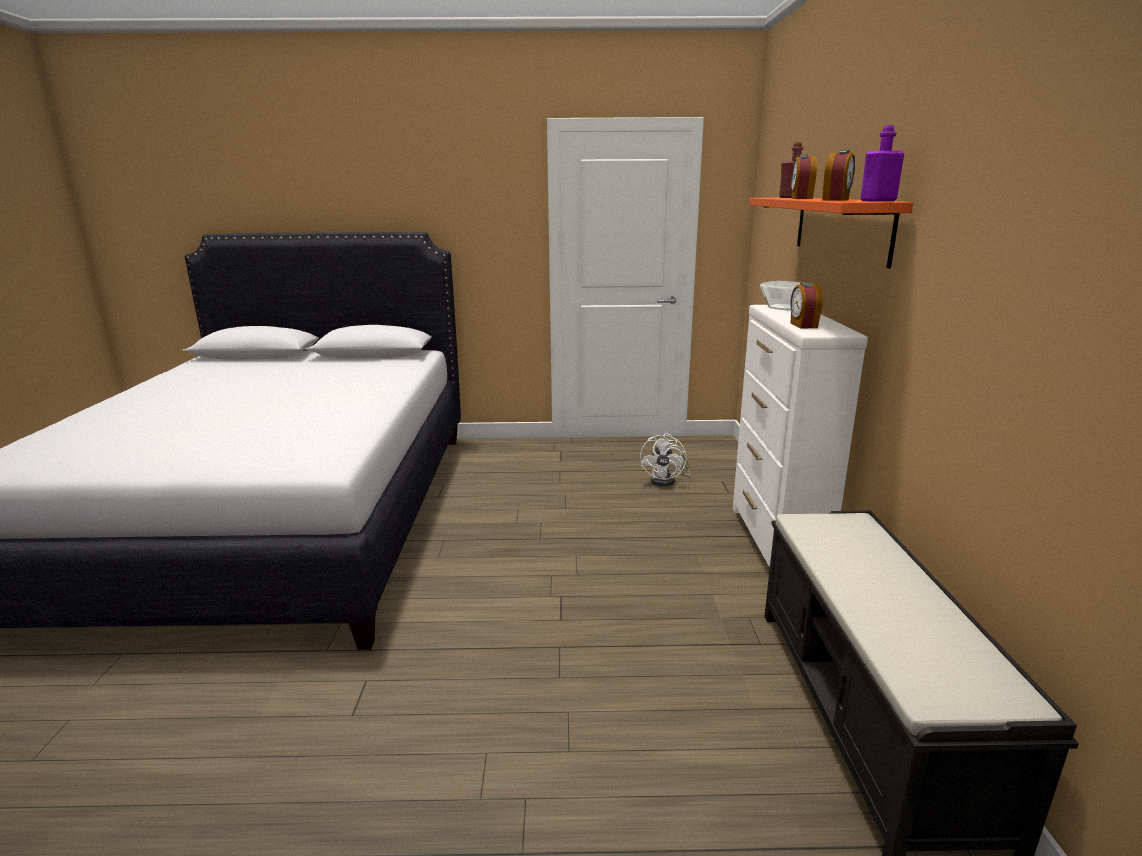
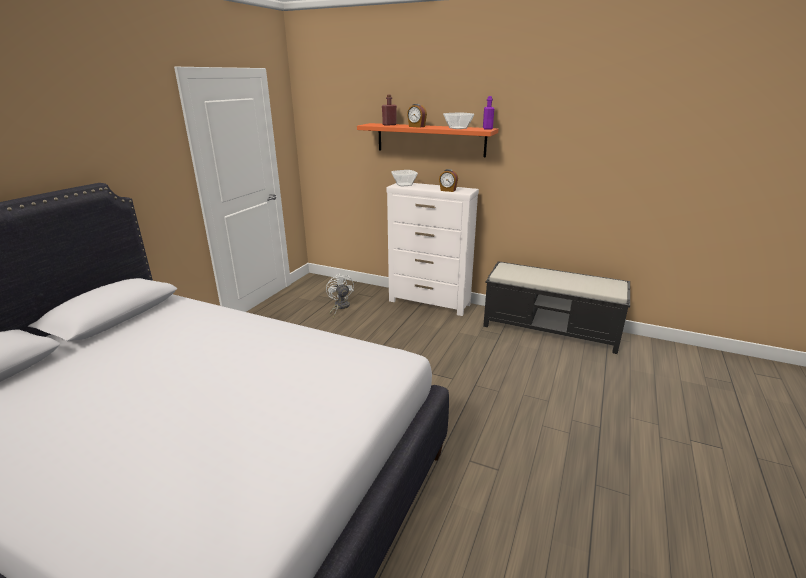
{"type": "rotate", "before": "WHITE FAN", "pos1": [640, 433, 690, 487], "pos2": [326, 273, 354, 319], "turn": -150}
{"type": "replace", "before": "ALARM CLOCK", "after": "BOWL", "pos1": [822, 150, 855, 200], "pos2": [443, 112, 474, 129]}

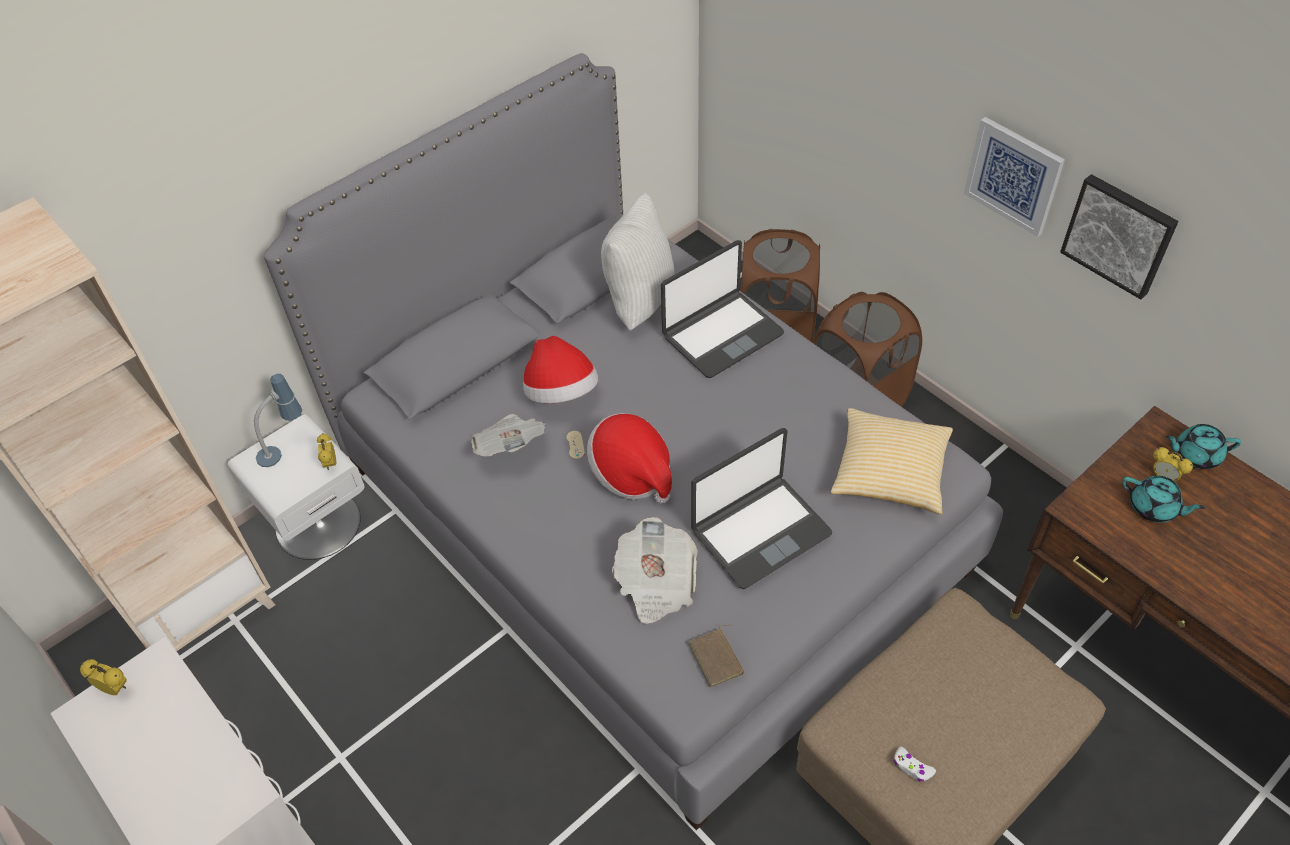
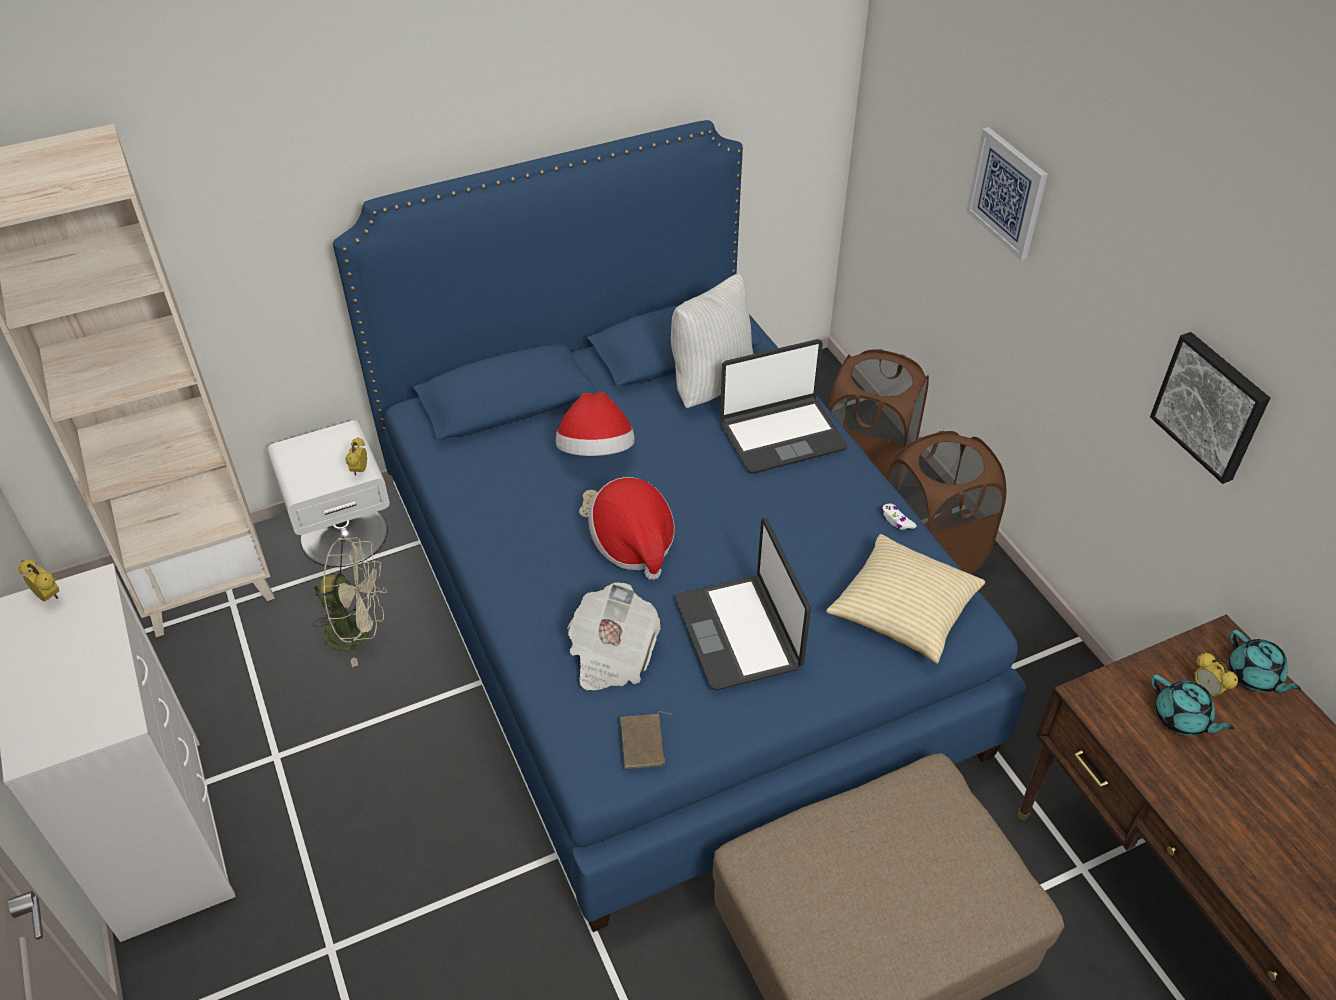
{"type": "delete", "before": "TABLE LAMP", "pos1": [254, 374, 302, 467]}
{"type": "recolor", "before": "GREY BED", "after": "BLUE BED", "pos1": [264, 53, 1003, 830], "pos2": [333, 120, 1027, 932]}
{"type": "delete", "before": "NEWSPAPER", "pos1": [471, 414, 545, 456]}
{"type": "rotate", "before": "LAPTOP", "pos1": [691, 428, 832, 589], "pos2": [676, 518, 811, 690], "turn": 90}
{"type": "move", "before": "WHITE GAME CONTROLLER", "pos1": [894, 747, 936, 782], "pos2": [881, 504, 917, 530]}
{"type": "move", "before": "PICTURE", "pos1": [964, 117, 1065, 237], "pos2": [966, 127, 1048, 260]}
{"type": "rotate", "before": "TURQUOISE TEAPOT", "pos1": [1166, 424, 1241, 469], "pos2": [1229, 630, 1301, 693], "turn": -135}
{"type": "insert", "after": "BEIGE FAN", "pos2": [313, 537, 387, 667]}

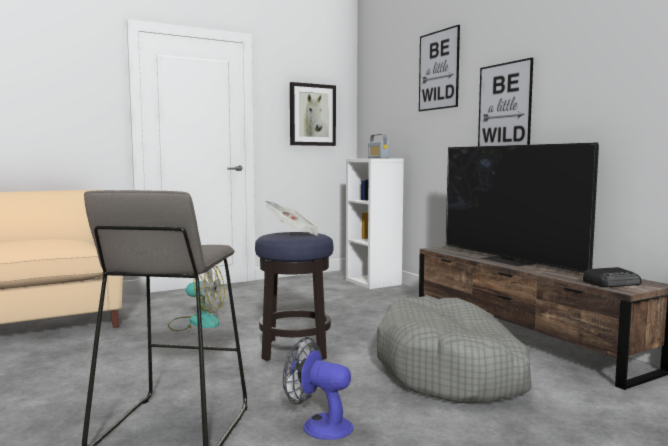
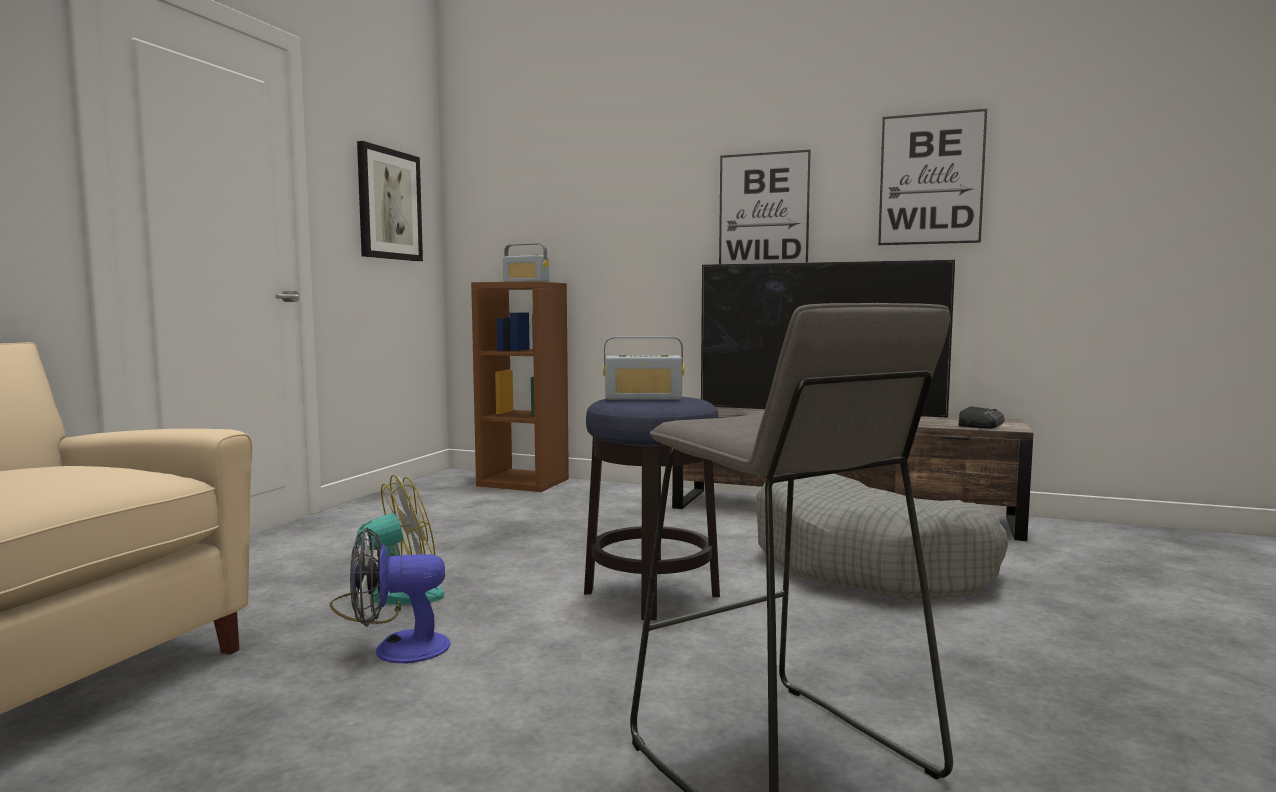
{"type": "replace", "before": "NEWSPAPER", "after": "RADIO", "pos1": [265, 201, 318, 236], "pos2": [603, 337, 684, 400]}
{"type": "move", "before": "FAN", "pos1": [283, 337, 353, 440], "pos2": [350, 527, 450, 663]}
{"type": "recolor", "before": "WHITE BOOKCASE", "after": "BROWN BOOKCASE", "pos1": [346, 158, 404, 289], "pos2": [471, 281, 569, 492]}
{"type": "move", "before": "PICTURE", "pos1": [419, 25, 460, 111], "pos2": [878, 109, 987, 245]}

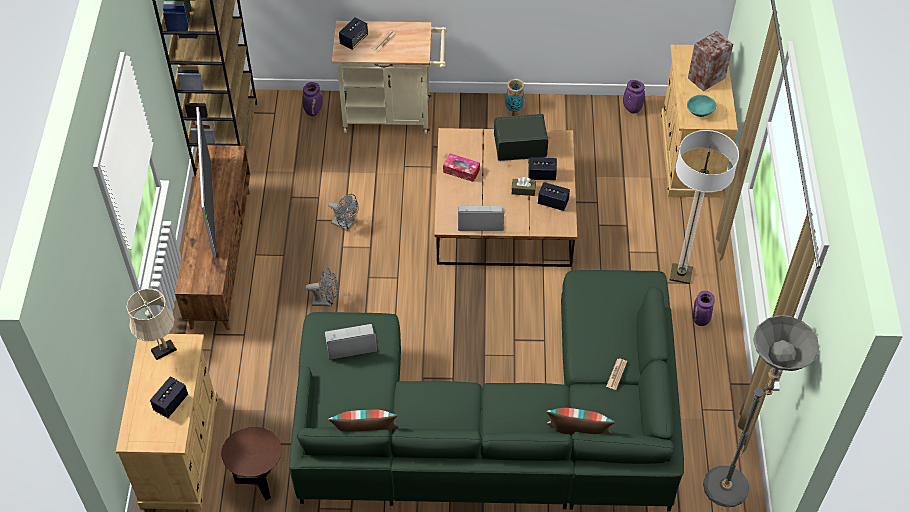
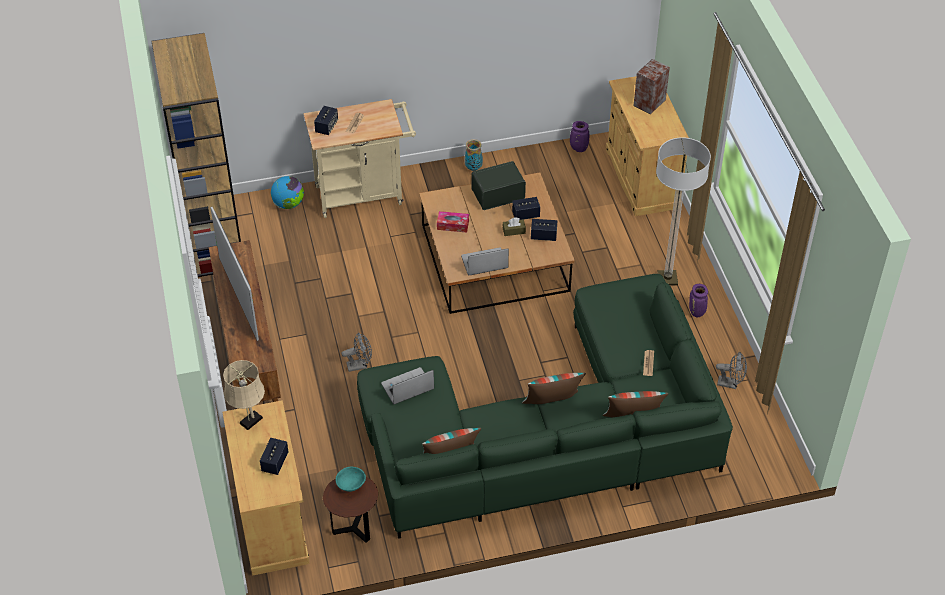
{"type": "replace", "before": "PURPLE VASE", "after": "GLOBE", "pos1": [303, 82, 323, 116], "pos2": [271, 176, 304, 209]}
{"type": "move", "before": "GREY FAN", "pos1": [328, 194, 359, 231], "pos2": [716, 352, 747, 389]}
{"type": "move", "before": "TURQUOISE BOWL", "pos1": [687, 95, 716, 117], "pos2": [336, 467, 366, 492]}
{"type": "delete", "before": "GREY FLOOR LAMP", "pos1": [703, 315, 819, 507]}
{"type": "insert", "after": "PILLOW", "pos2": [522, 373, 586, 404]}

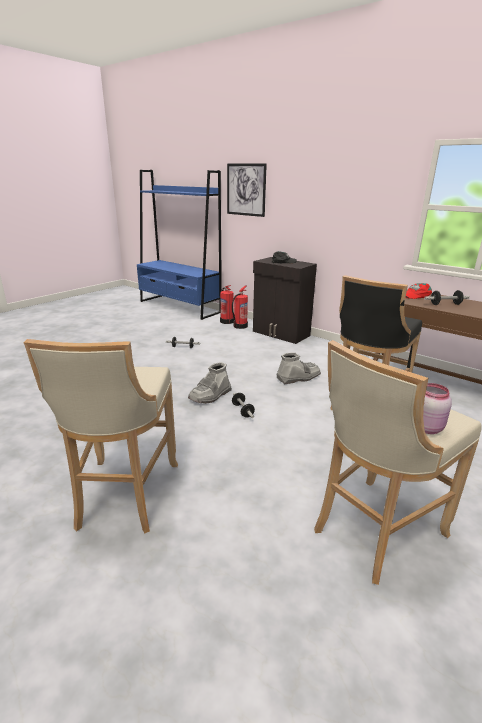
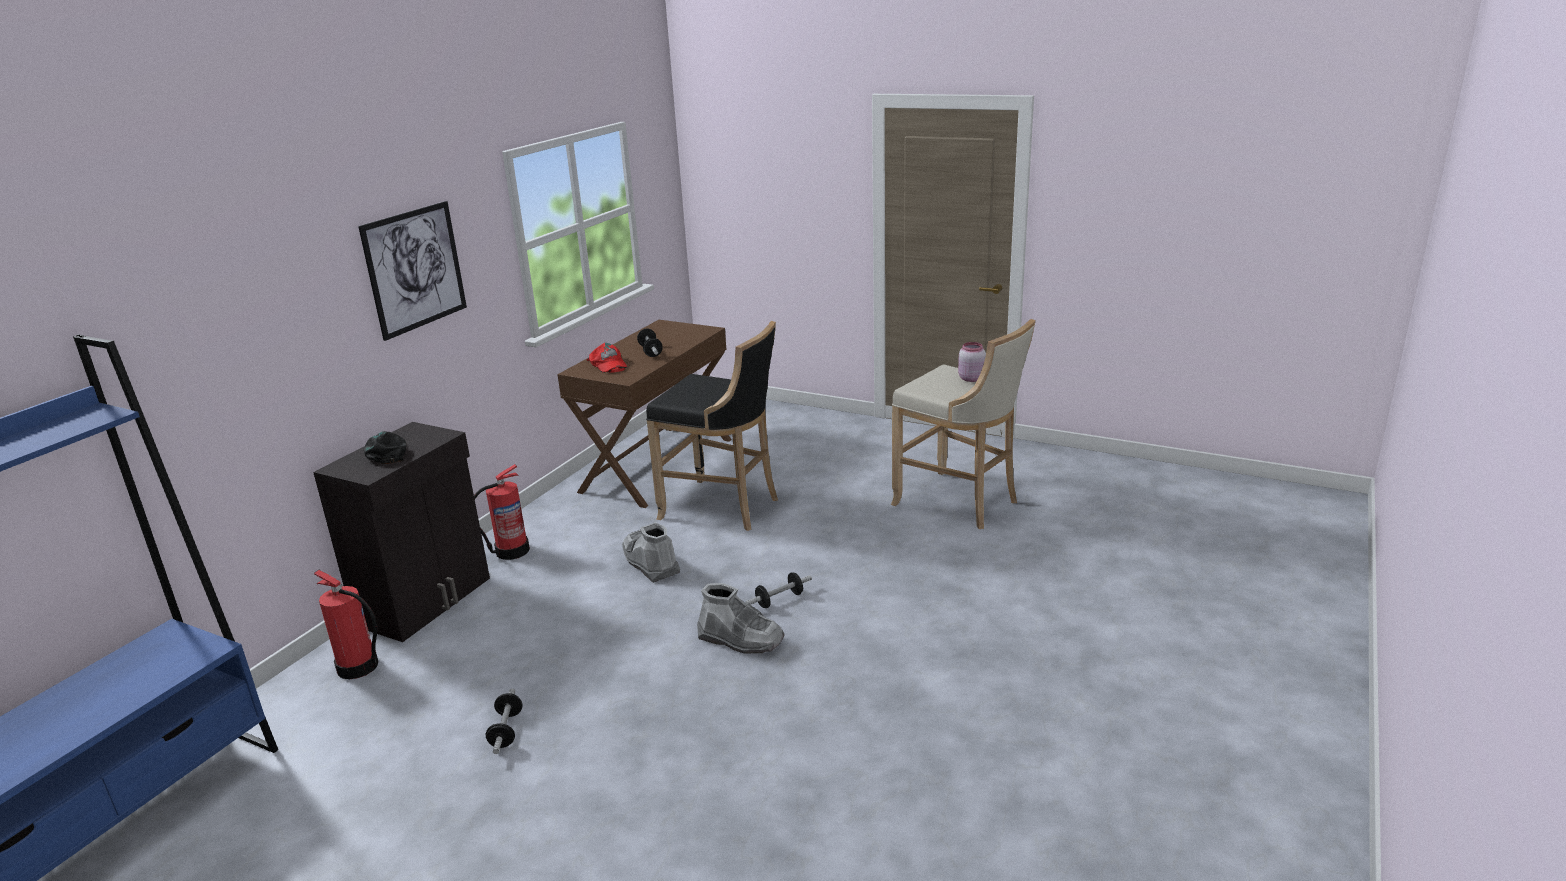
{"type": "delete", "before": "BEIGE STOOL", "pos1": [24, 339, 178, 533]}
{"type": "move", "before": "FIRE EXTINGUISHER", "pos1": [220, 285, 234, 324], "pos2": [474, 464, 530, 560]}
{"type": "move", "before": "PICTURE", "pos1": [227, 163, 267, 217], "pos2": [358, 201, 467, 341]}

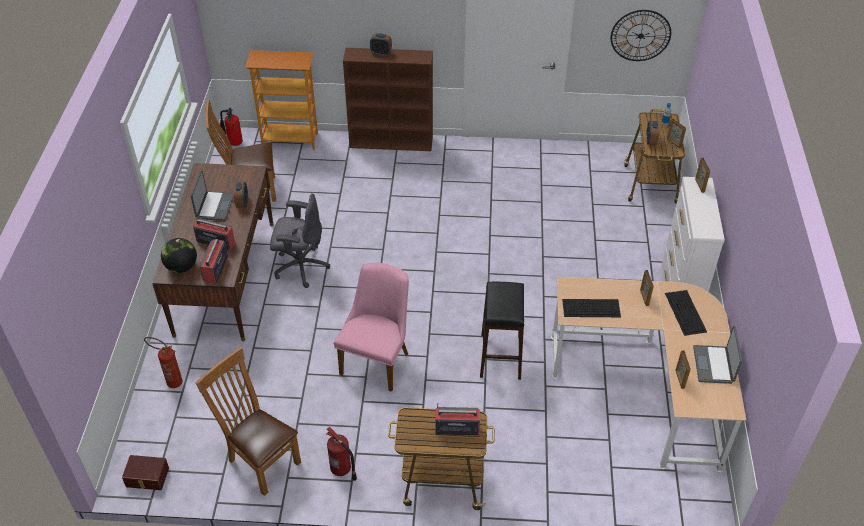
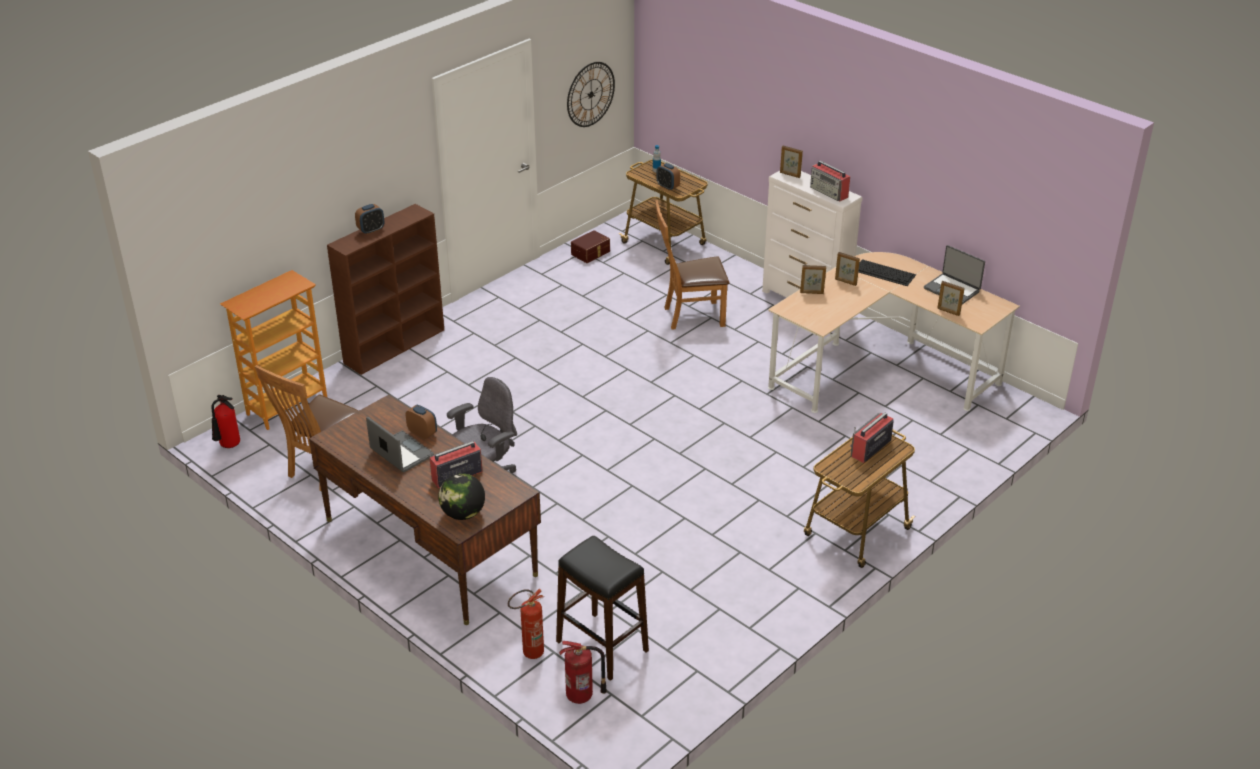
{"type": "move", "before": "BROWN STORAGE BOX", "pos1": [122, 455, 169, 490], "pos2": [571, 230, 610, 263]}
{"type": "move", "before": "BROWN CHAIR", "pos1": [196, 347, 301, 496], "pos2": [655, 200, 729, 330]}
{"type": "move", "before": "RADIO", "pos1": [199, 239, 228, 284], "pos2": [810, 161, 850, 201]}
{"type": "move", "before": "FIRE EXTINGUISHER", "pos1": [326, 427, 357, 481], "pos2": [559, 641, 607, 704]}
{"type": "delete", "before": "PINK CHAIR", "pos1": [334, 263, 409, 392]}
{"type": "move", "before": "BLACK STOOL", "pos1": [480, 282, 524, 380], "pos2": [556, 536, 649, 681]}
{"type": "delete", "before": "KEYBOARD", "pos1": [562, 299, 621, 317]}
{"type": "move", "before": "PICTURE FRAME", "pos1": [667, 119, 686, 148], "pos2": [800, 265, 826, 294]}

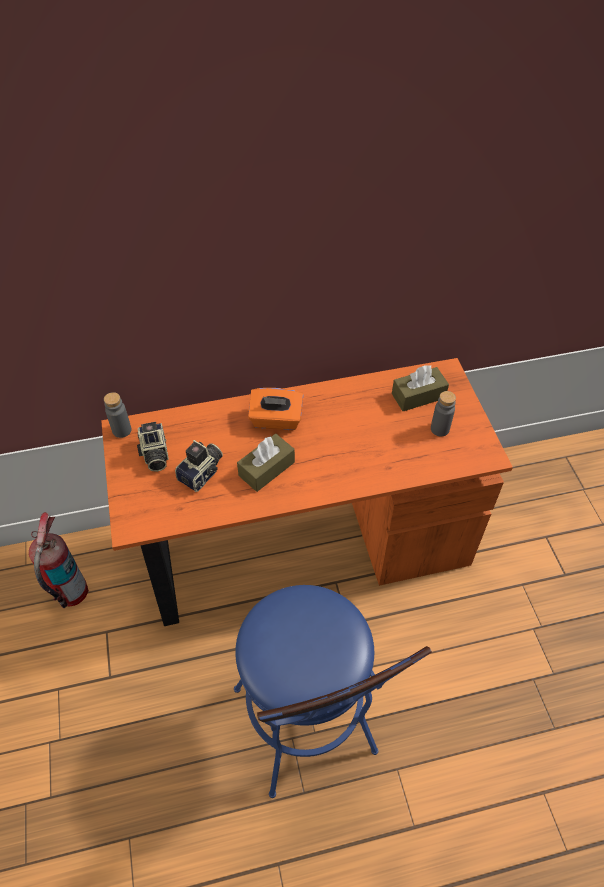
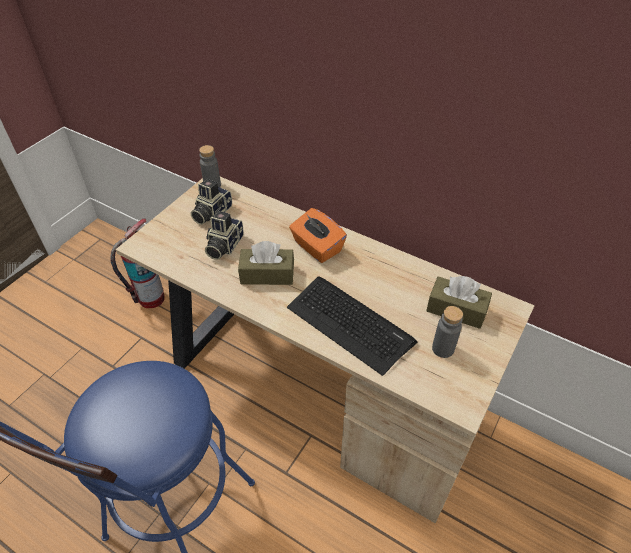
{"type": "recolor", "before": "ORANGE DESK", "after": "BEIGE DESK", "pos1": [101, 358, 513, 626], "pos2": [116, 177, 535, 524]}
{"type": "rotate", "before": "PHOTO CAMERA", "pos1": [175, 440, 223, 492], "pos2": [205, 211, 244, 260], "turn": 120}
{"type": "insert", "after": "KEYBOARD", "pos2": [287, 276, 418, 376]}

